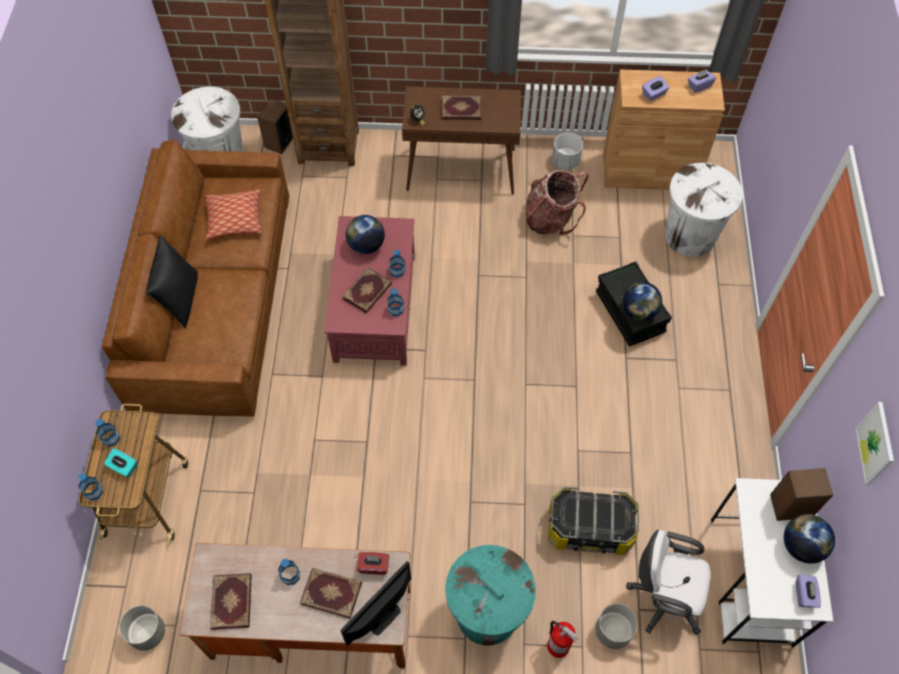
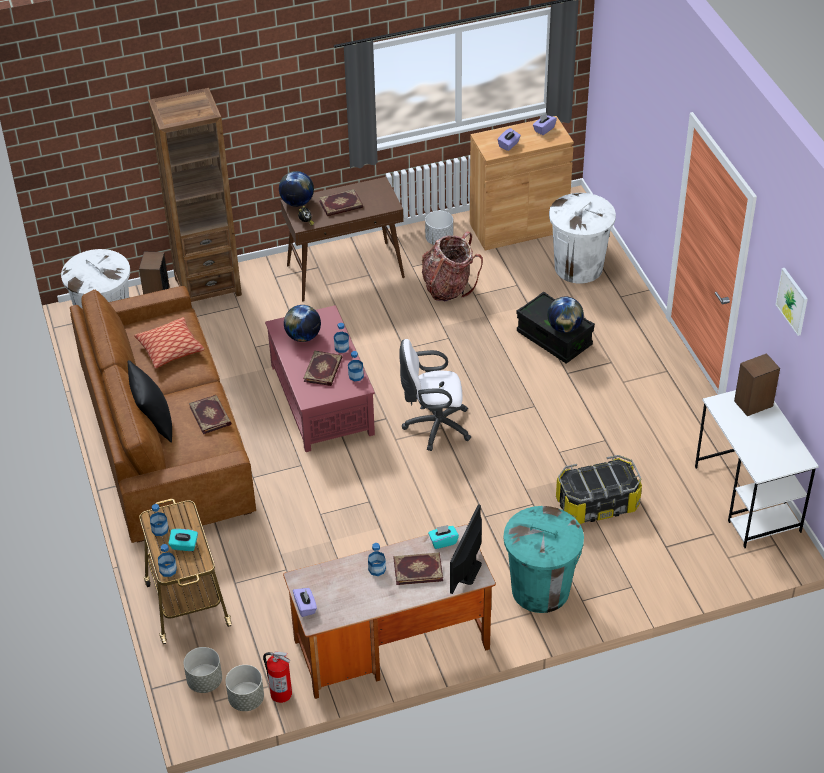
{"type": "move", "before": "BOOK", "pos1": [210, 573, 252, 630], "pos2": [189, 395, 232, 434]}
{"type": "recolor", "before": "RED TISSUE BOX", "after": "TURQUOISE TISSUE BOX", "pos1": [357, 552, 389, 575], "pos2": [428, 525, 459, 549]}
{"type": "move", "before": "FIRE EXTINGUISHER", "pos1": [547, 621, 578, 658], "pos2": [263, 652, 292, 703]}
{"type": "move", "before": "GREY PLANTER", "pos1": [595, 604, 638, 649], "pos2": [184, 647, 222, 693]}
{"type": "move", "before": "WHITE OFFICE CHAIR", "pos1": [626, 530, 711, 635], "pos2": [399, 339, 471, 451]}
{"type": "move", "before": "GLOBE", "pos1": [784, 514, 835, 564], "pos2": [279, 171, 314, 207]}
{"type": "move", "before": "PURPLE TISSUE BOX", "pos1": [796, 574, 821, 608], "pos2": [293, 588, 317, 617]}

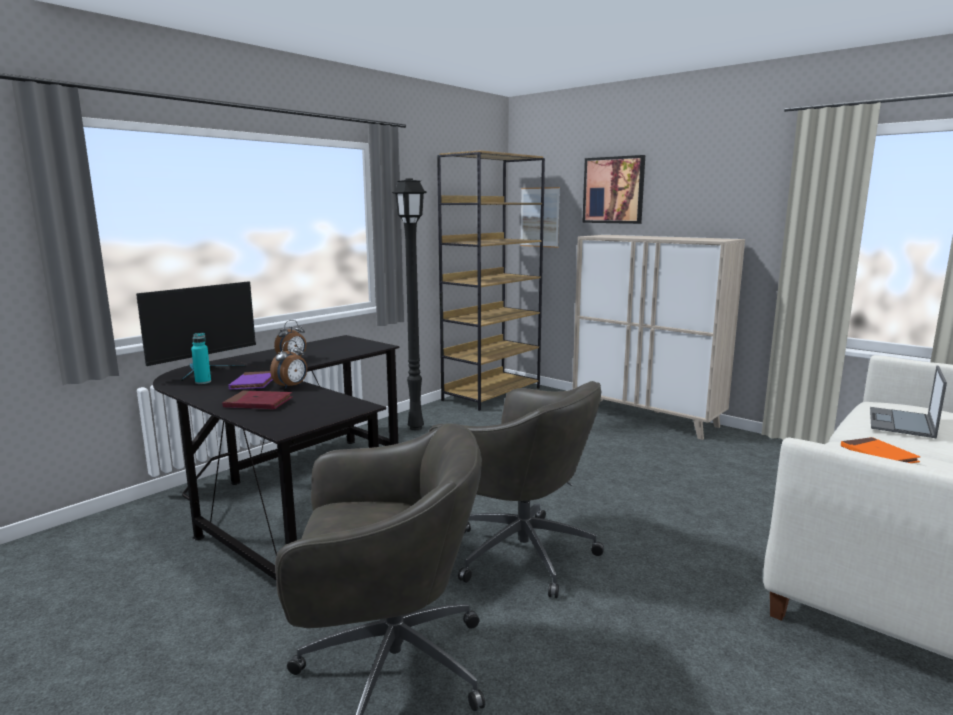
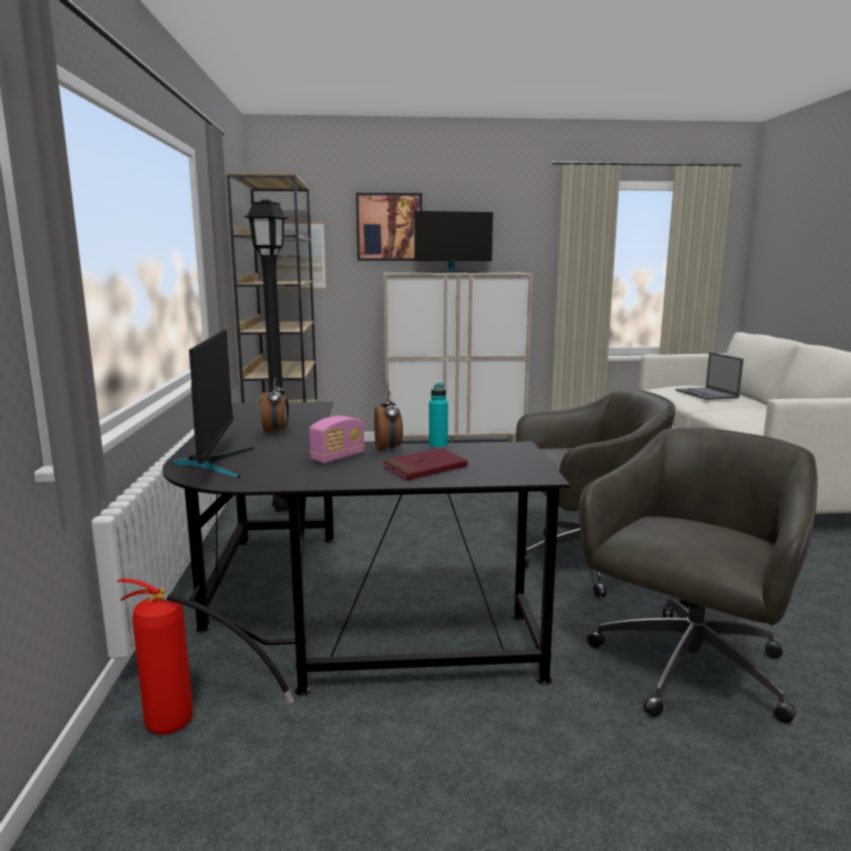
{"type": "move", "before": "TURQUOISE BOTTLE", "pos1": [191, 333, 211, 384], "pos2": [429, 383, 448, 449]}
{"type": "replace", "before": "PURPLE BOOK", "after": "RADIO", "pos1": [228, 371, 273, 390], "pos2": [309, 416, 365, 463]}
{"type": "delete", "before": "ORANGE BOOK", "pos1": [841, 437, 920, 463]}
{"type": "insert", "after": "FIRE EXTINGUISHER", "pos2": [117, 579, 294, 735]}
{"type": "insert", "after": "MONITOR", "pos2": [414, 211, 493, 273]}

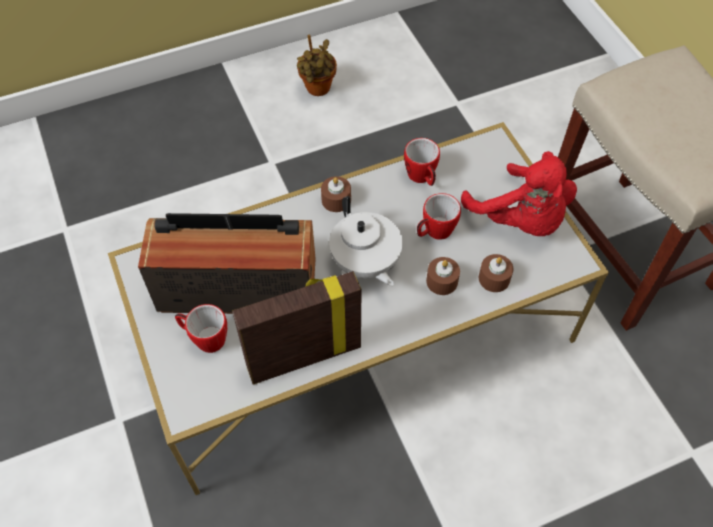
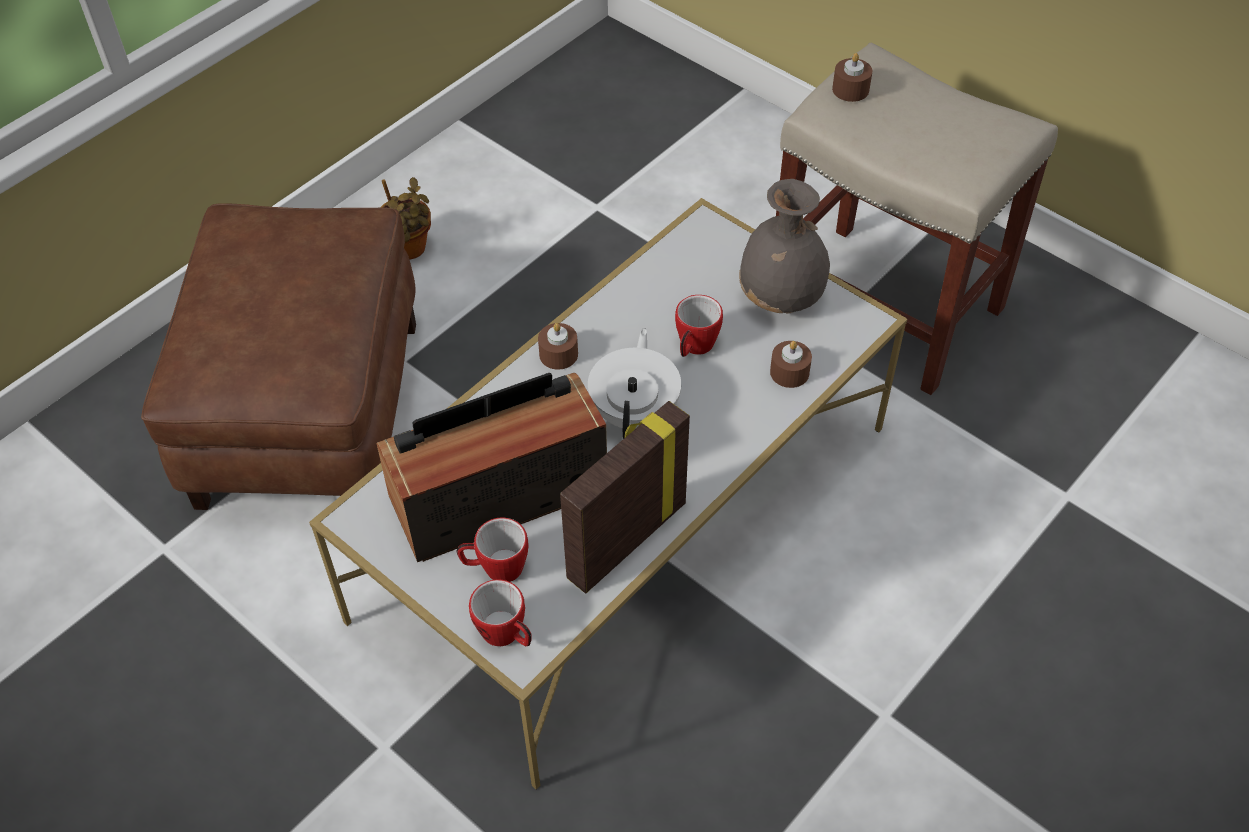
{"type": "rotate", "before": "WHITE TEAPOT", "pos1": [329, 196, 403, 286], "pos2": [588, 328, 681, 439], "turn": -120}
{"type": "move", "before": "MUG", "pos1": [404, 138, 440, 186], "pos2": [469, 579, 532, 646]}
{"type": "move", "before": "BROWN CANDLE", "pos1": [426, 257, 460, 295], "pos2": [832, 53, 872, 102]}
{"type": "replace", "before": "RED PLUSH TOY", "after": "GREY VASE", "pos1": [461, 151, 577, 236], "pos2": [739, 179, 830, 314]}
{"type": "insert", "after": "BROWN OTTOMAN", "pos2": [141, 203, 416, 510]}

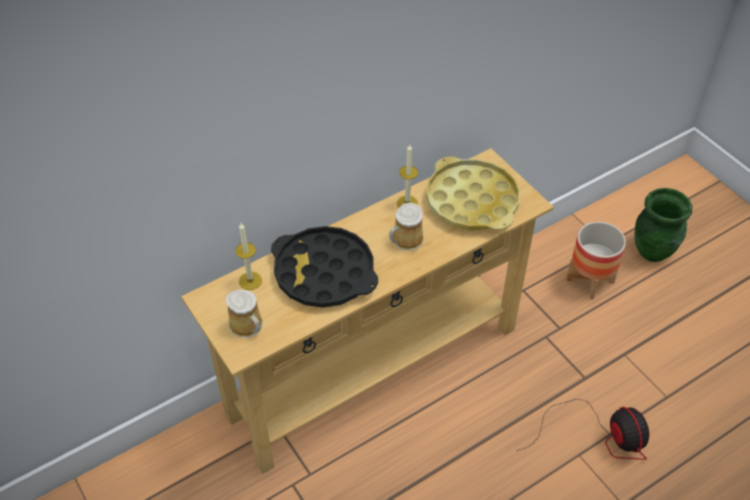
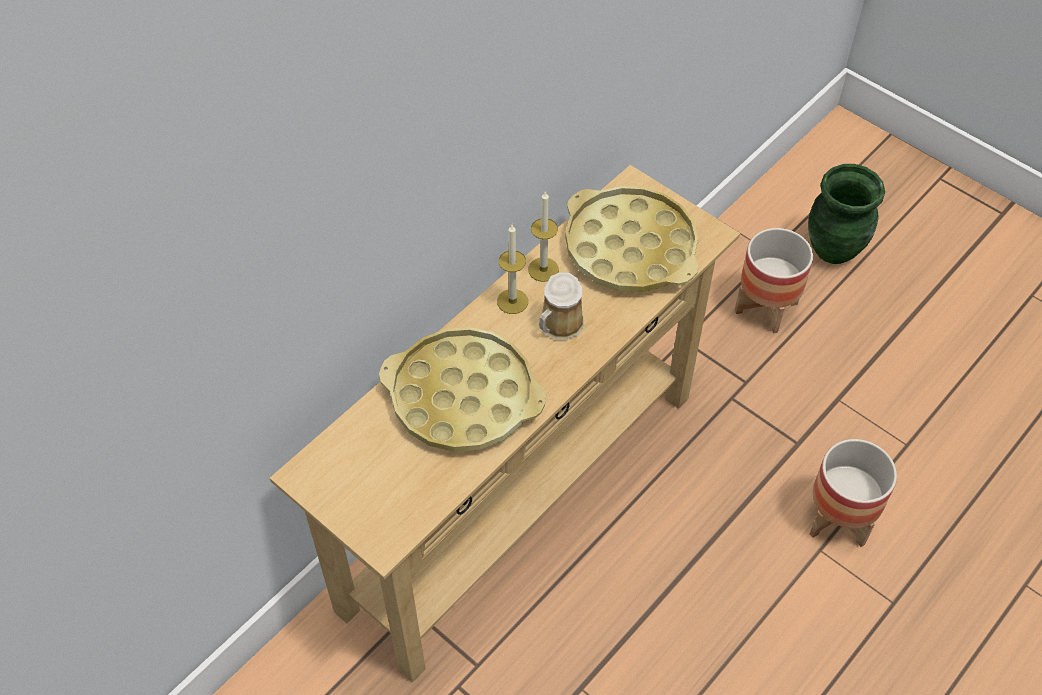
{"type": "delete", "before": "MUG", "pos1": [226, 290, 263, 338]}
{"type": "move", "before": "CANDLE", "pos1": [235, 223, 262, 290], "pos2": [497, 225, 528, 314]}
{"type": "recolor", "before": "BLACK TRAY", "after": "YELLOW TRAY", "pos1": [271, 226, 378, 308], "pos2": [379, 327, 546, 452]}
{"type": "replace", "before": "FAN", "after": "PLANTER", "pos1": [516, 399, 649, 460], "pos2": [810, 439, 897, 547]}

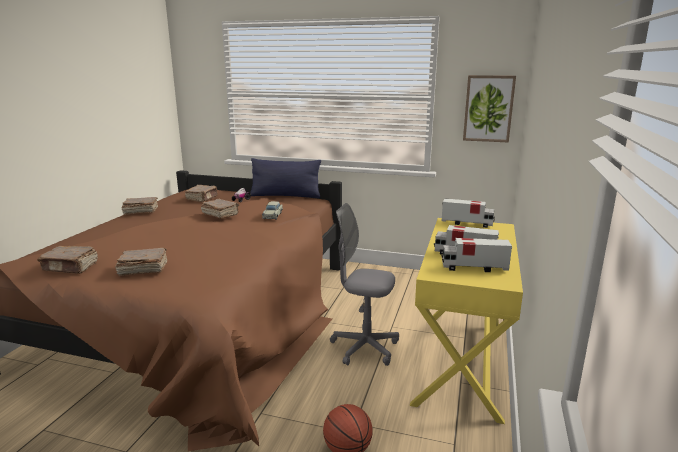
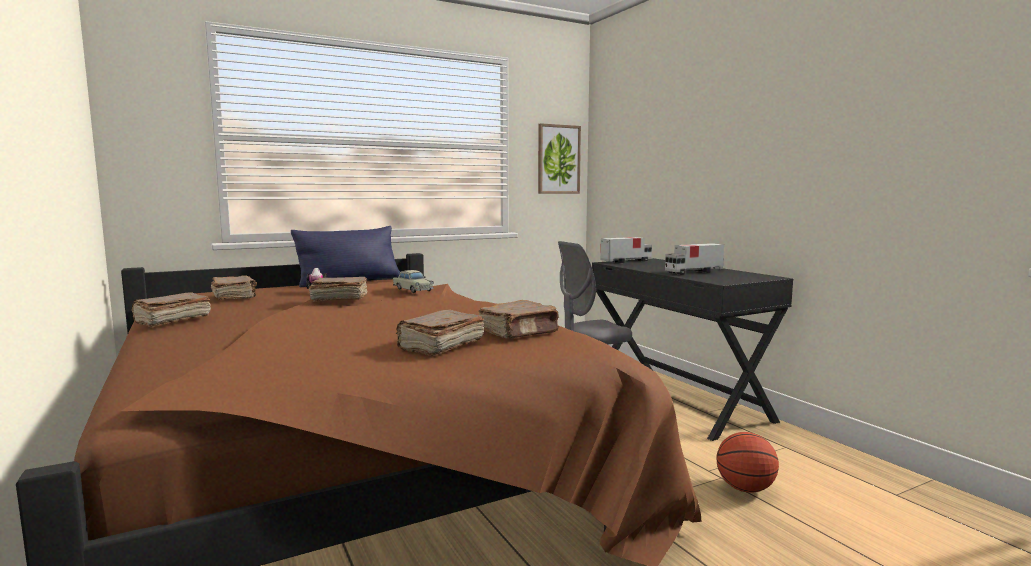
{"type": "move", "before": "BROWN BOOK", "pos1": [37, 246, 98, 274], "pos2": [479, 300, 559, 339]}
{"type": "recolor", "before": "YELLOW DESK", "after": "BLACK DESK", "pos1": [410, 218, 523, 424], "pos2": [592, 258, 793, 441]}
{"type": "delete", "before": "TOY TRUCK", "pos1": [441, 238, 512, 272]}

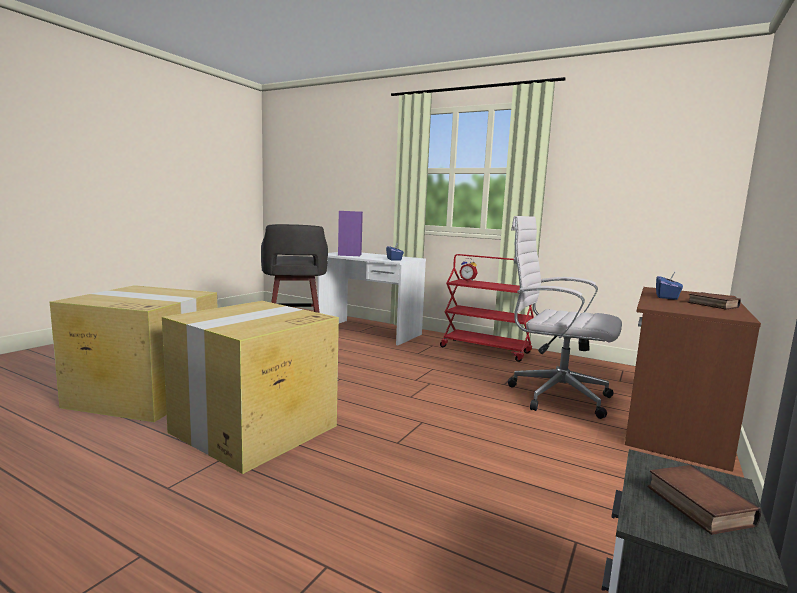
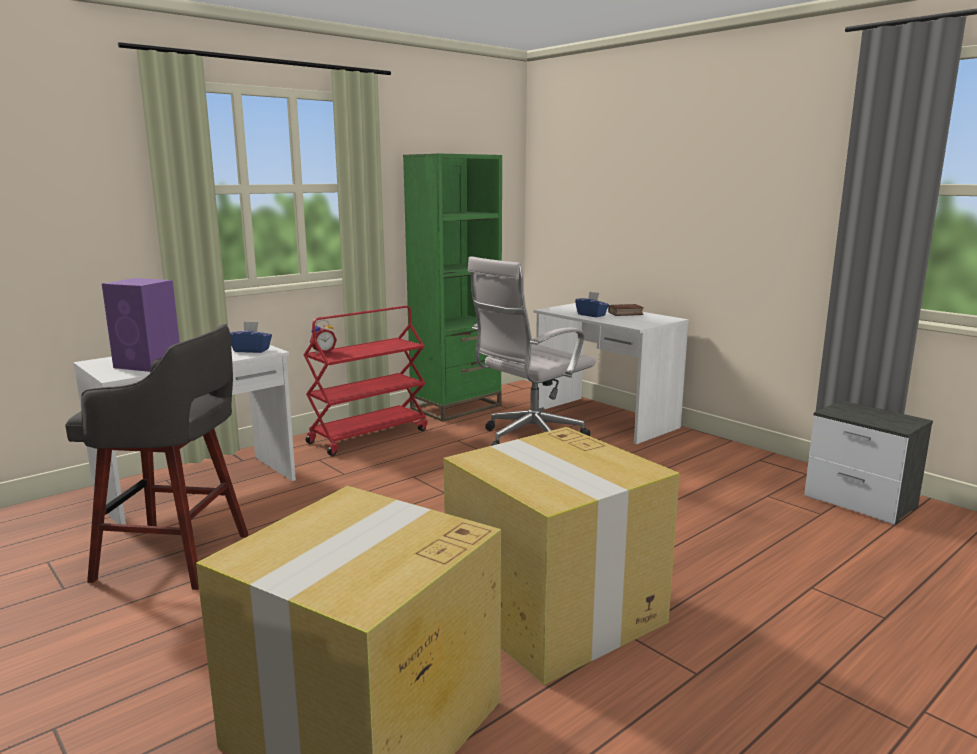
{"type": "recolor", "before": "BROWN DESK", "after": "WHITE DESK", "pos1": [625, 287, 761, 472], "pos2": [534, 303, 689, 444]}
{"type": "delete", "before": "BOOK", "pos1": [648, 465, 761, 535]}
{"type": "insert", "after": "GREEN BOOKCASE", "pos2": [403, 154, 502, 422]}

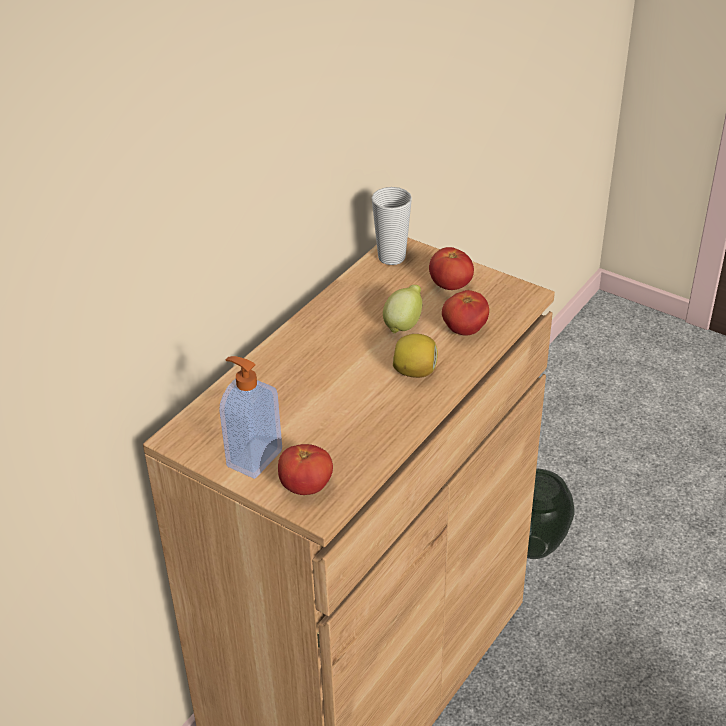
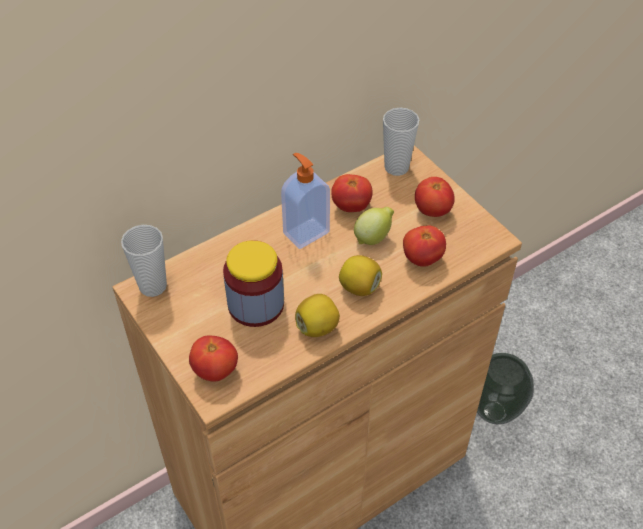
{"type": "move", "before": "SOAP DISPENSER", "pos1": [219, 356, 282, 479], "pos2": [281, 153, 330, 249]}
{"type": "insert", "after": "CUP", "pos2": [121, 225, 167, 297]}
{"type": "insert", "after": "JAR", "pos2": [223, 240, 284, 327]}
{"type": "insert", "after": "LEMON", "pos2": [295, 294, 340, 337]}
{"type": "insert", "after": "TOMATO", "pos2": [331, 174, 373, 212]}

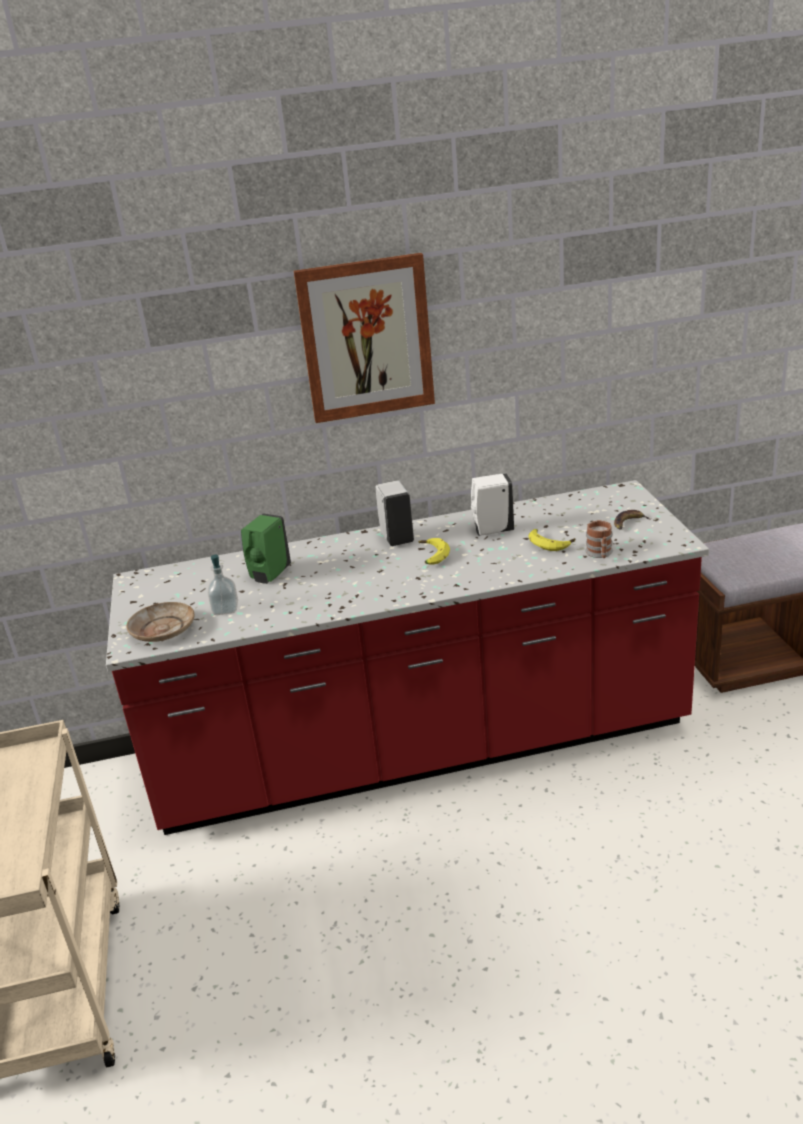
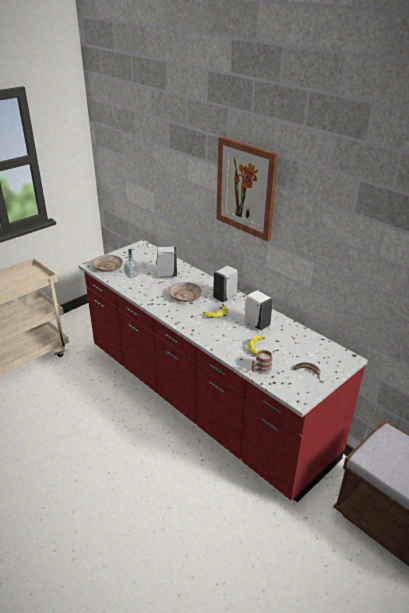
{"type": "recolor", "before": "GREEN SOAP DISPENSER", "after": "WHITE SOAP DISPENSER", "pos1": [241, 514, 291, 584], "pos2": [156, 247, 177, 277]}
{"type": "insert", "after": "BEIGE PLATE", "pos2": [169, 282, 202, 302]}

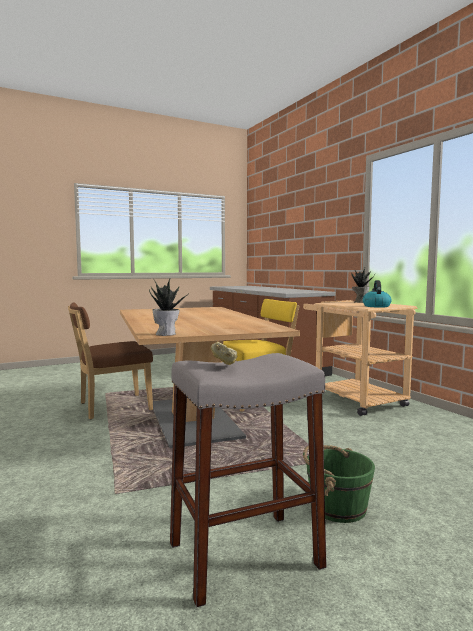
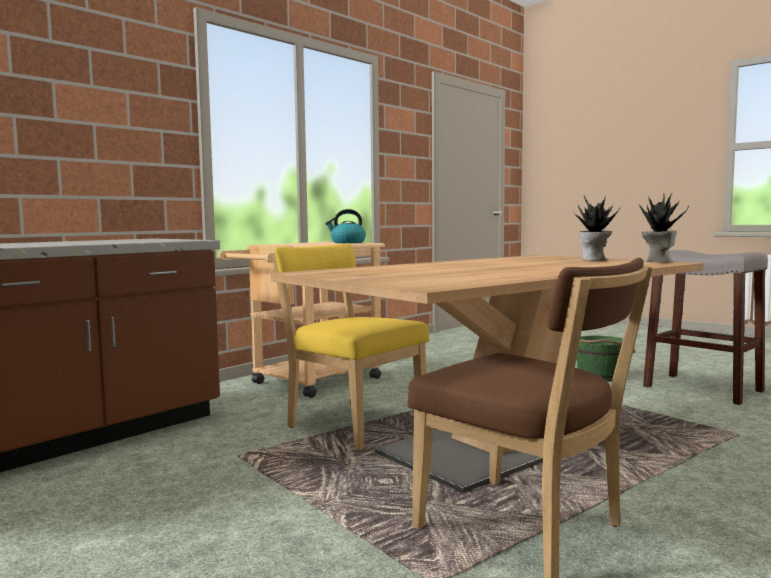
{"type": "delete", "before": "BREAD", "pos1": [211, 342, 237, 365]}
{"type": "move", "before": "POTTED PLANT", "pos1": [351, 267, 375, 303], "pos2": [574, 196, 621, 261]}

